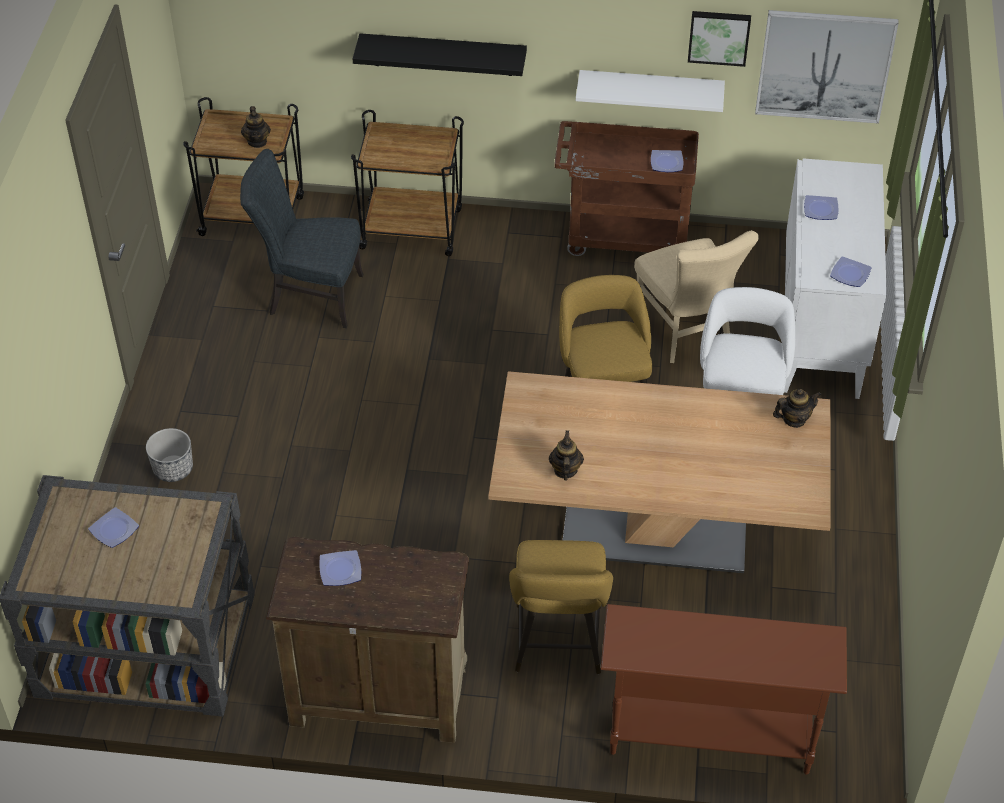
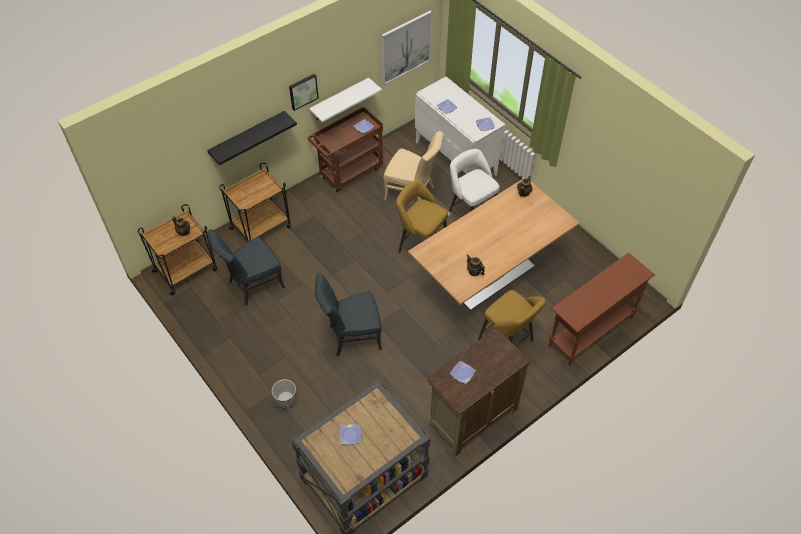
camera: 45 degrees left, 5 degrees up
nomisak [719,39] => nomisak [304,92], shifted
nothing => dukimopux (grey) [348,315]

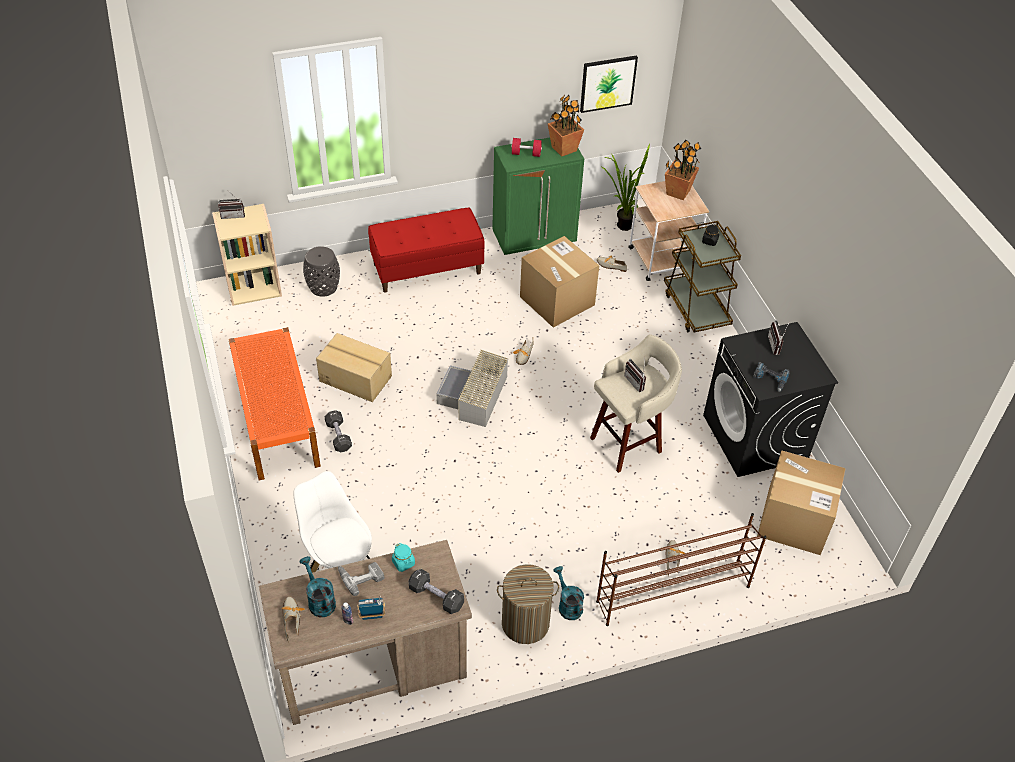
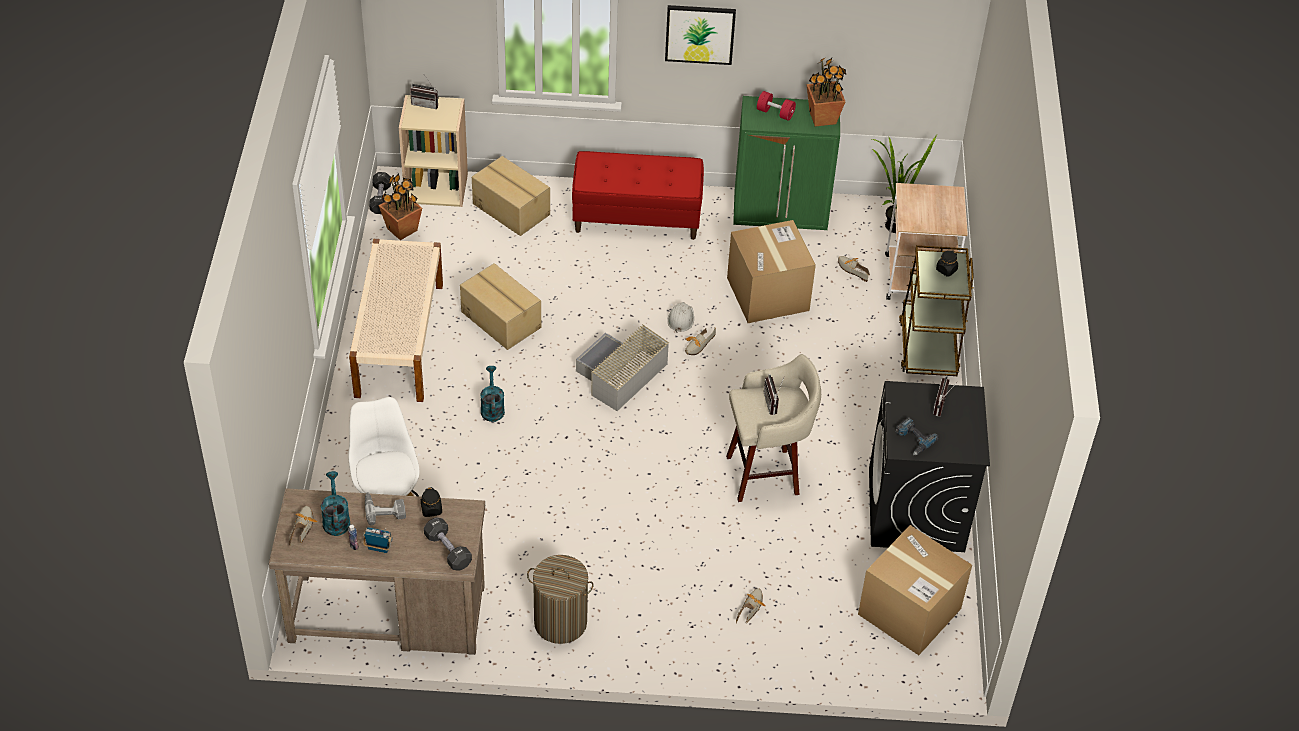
camera: 20 degrees right, 0 degrees up
nomisak [609,84] => nomisak [700,35], shifted
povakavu [683,170] => povakavu [400,206], shifted
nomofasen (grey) [321,271] => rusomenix [511,196]
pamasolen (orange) [274,404] => pamasolen (beige) [396,320]
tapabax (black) [338,431] => tapabax (black) [380,193], shifted
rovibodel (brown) [681,569] => nothing
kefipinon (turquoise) [403,557] => kefipinon (black) [431,502]
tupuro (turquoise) [568,593] => tupuro (turquoise) [493,394], shifted
nothing => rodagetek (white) [680,317]

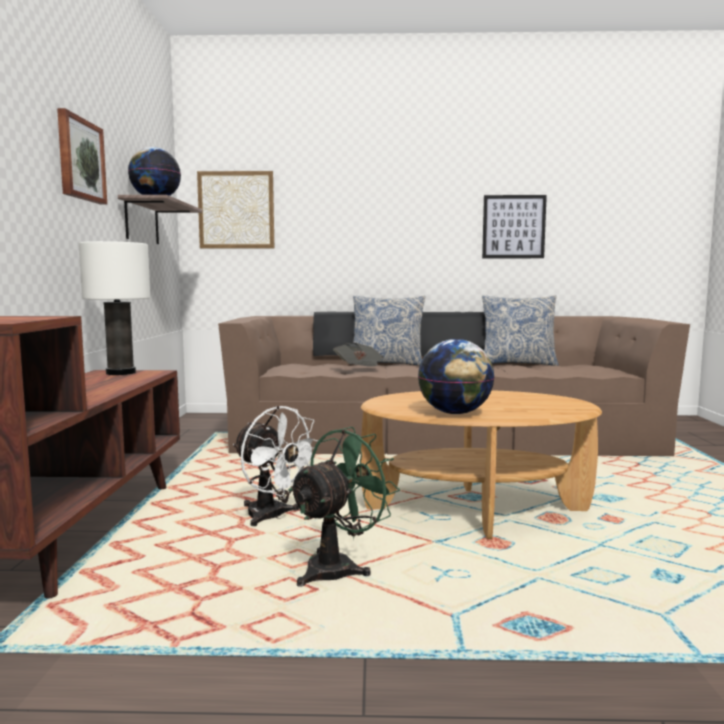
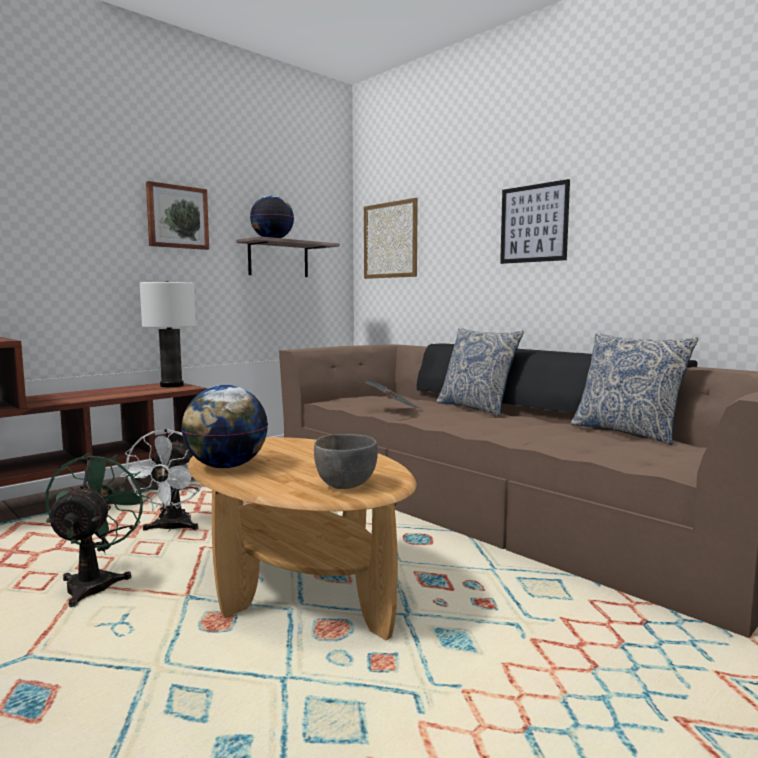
camera: 45 degrees right, 0 degrees up
nomisak [514,226] => nomisak [535,221], shifted
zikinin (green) [344,507] => zikinin (green) [97,530], 90 degrees counterclockwise
nothing => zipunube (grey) [346,461]

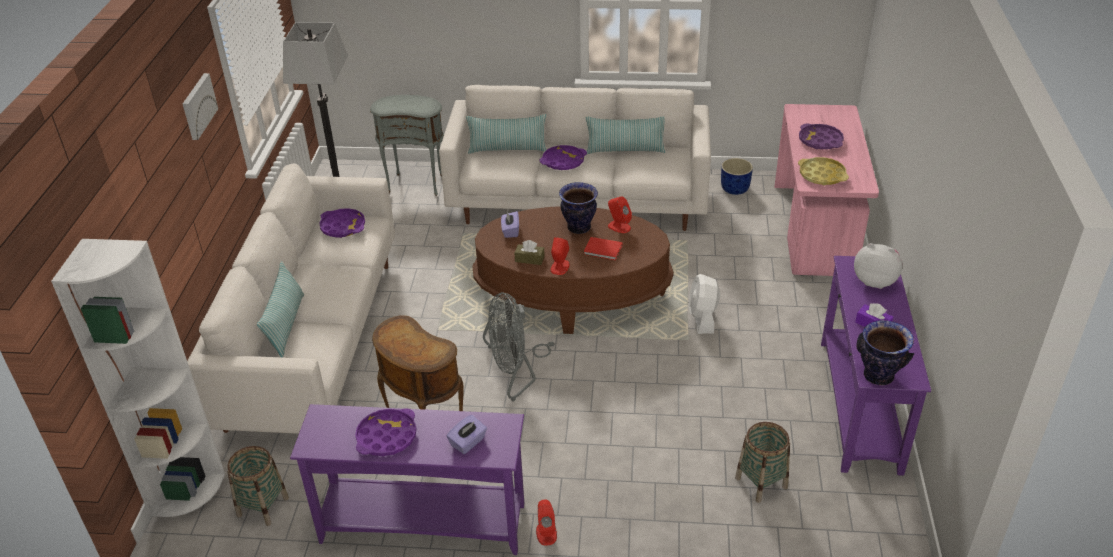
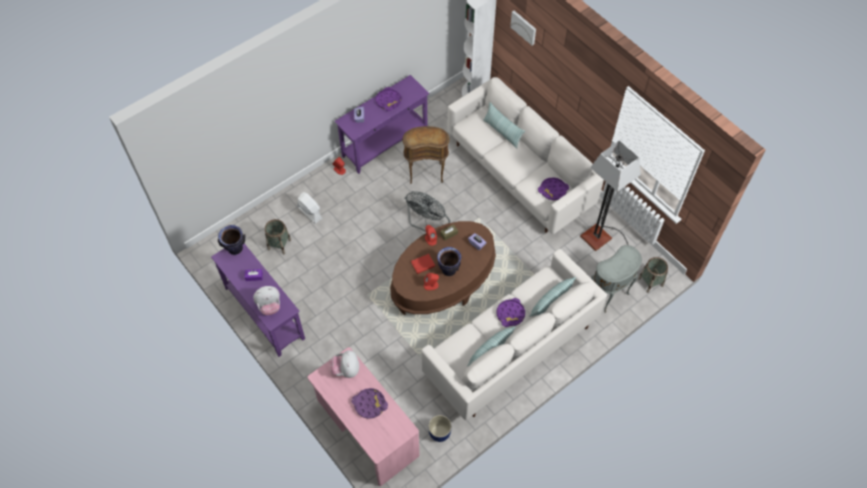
camera: 135 degrees right, 20 degrees up
nomisak [200,106] => nomisak [523,28], shifted
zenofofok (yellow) [823,171] => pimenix [345,364]
zikinin (white) [704,304] => zikinin (white) [309,208], shifted
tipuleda [258,486] => tipuleda [653,275], shifted

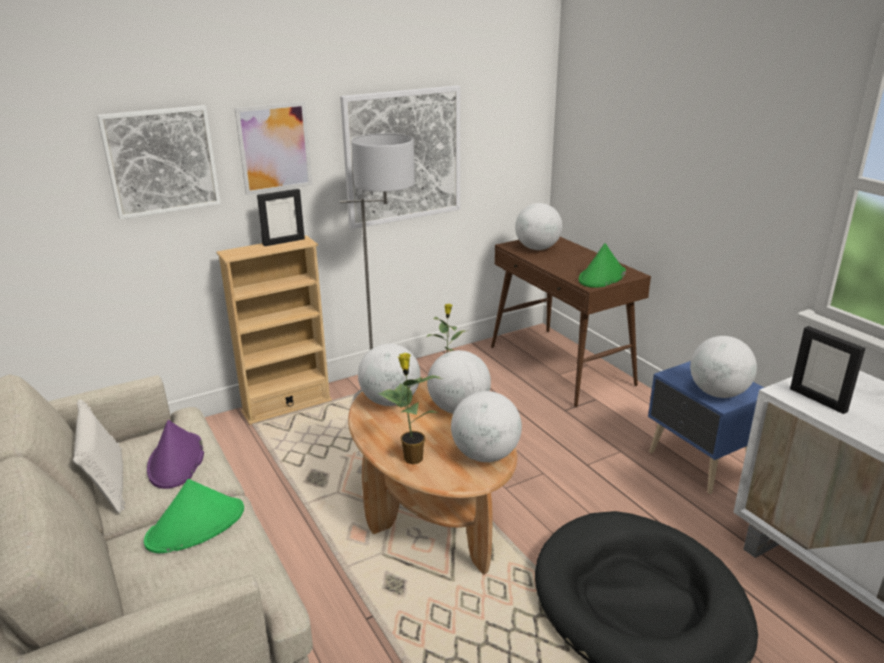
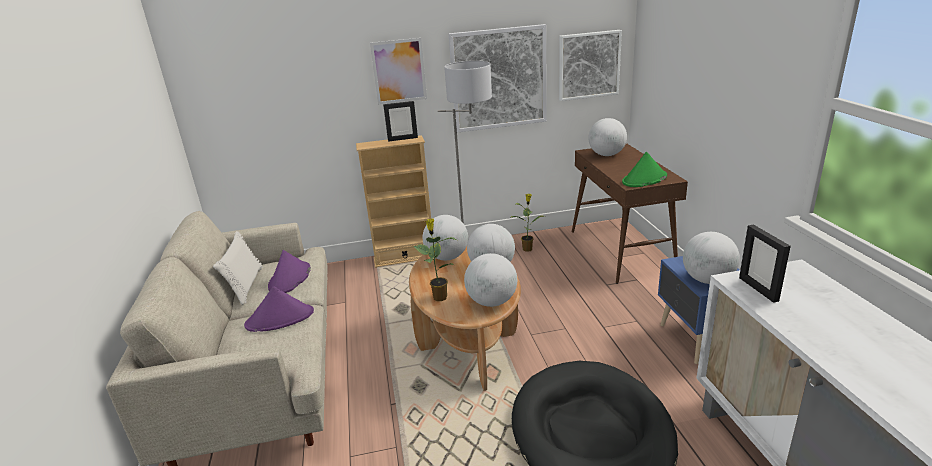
camera: 20 degrees right, 0 degrees up
nomisak [159,162] => nomisak [590,65], shifted
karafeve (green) [194,516] => karafeve (purple) [279,309]

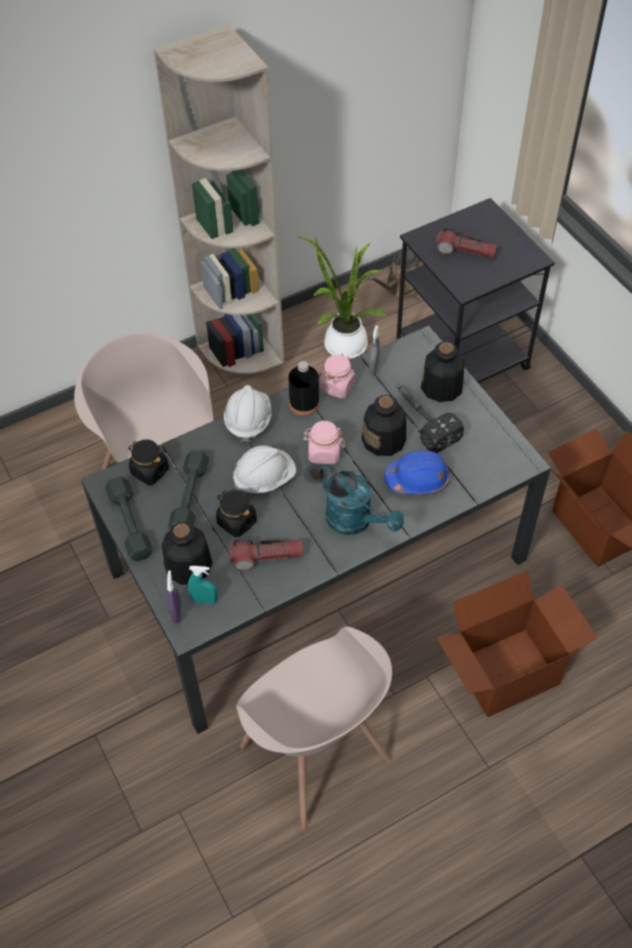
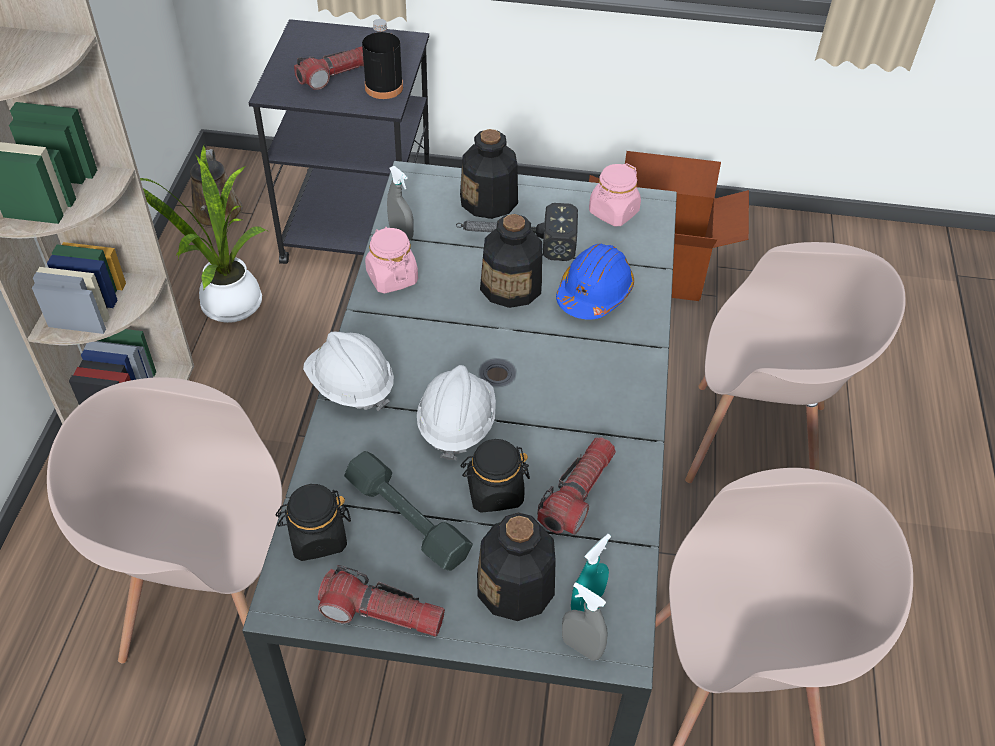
camera: 55 degrees left, 5 degrees down
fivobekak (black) [304,388] => fivobekak (black) [382,59], shifted
kefipinon (pink) [324,442] => kefipinon (pink) [615,194], shifted
tupuro (turquoise) [361,500] => nothing
tapabax (grey) [129,518] => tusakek [381,601]
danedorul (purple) [174,596] => danedorul (grey) [585,621]
rusomenix [517,643] => dukimopux (beige) [795,362]

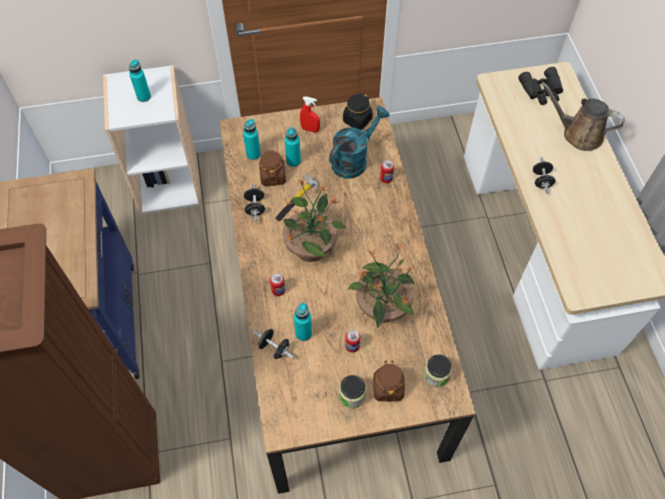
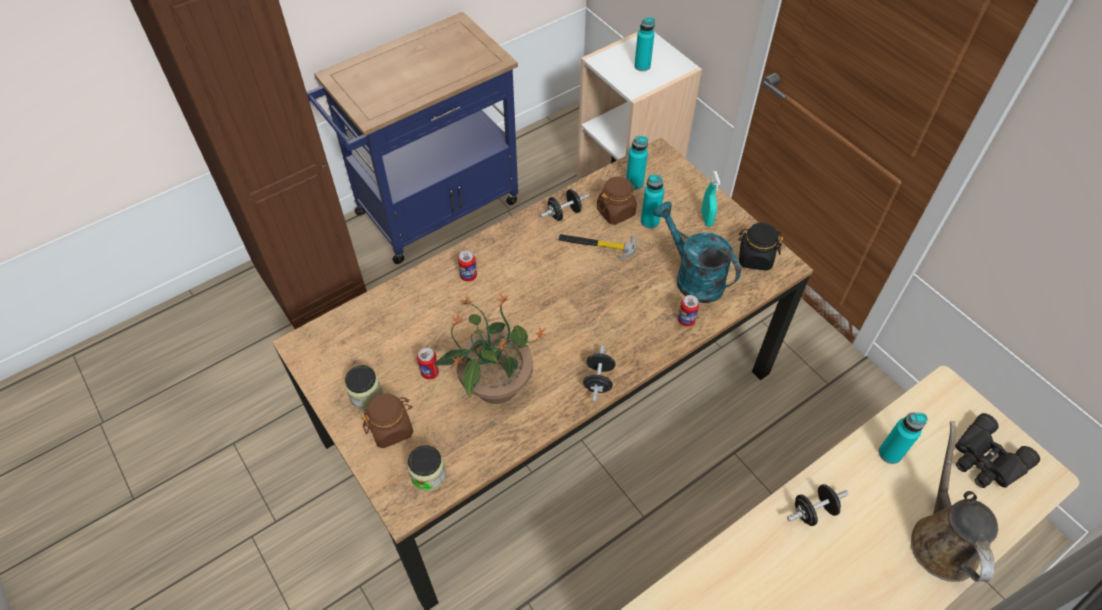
camera: 65 degrees right, 5 degrees down
danedorul (red) [310,114] => danedorul (turquoise) [710,199]
tupuro (turquoise) [359,142] => tupuro (turquoise) [697,252], 150 degrees counterclockwise
povakavu [314,220] => nothing
fivobekak (turquoise) [303,322] => fivobekak (turquoise) [903,438], shifted
tapabax (black) [273,344] => tapabax (black) [599,374], shifted

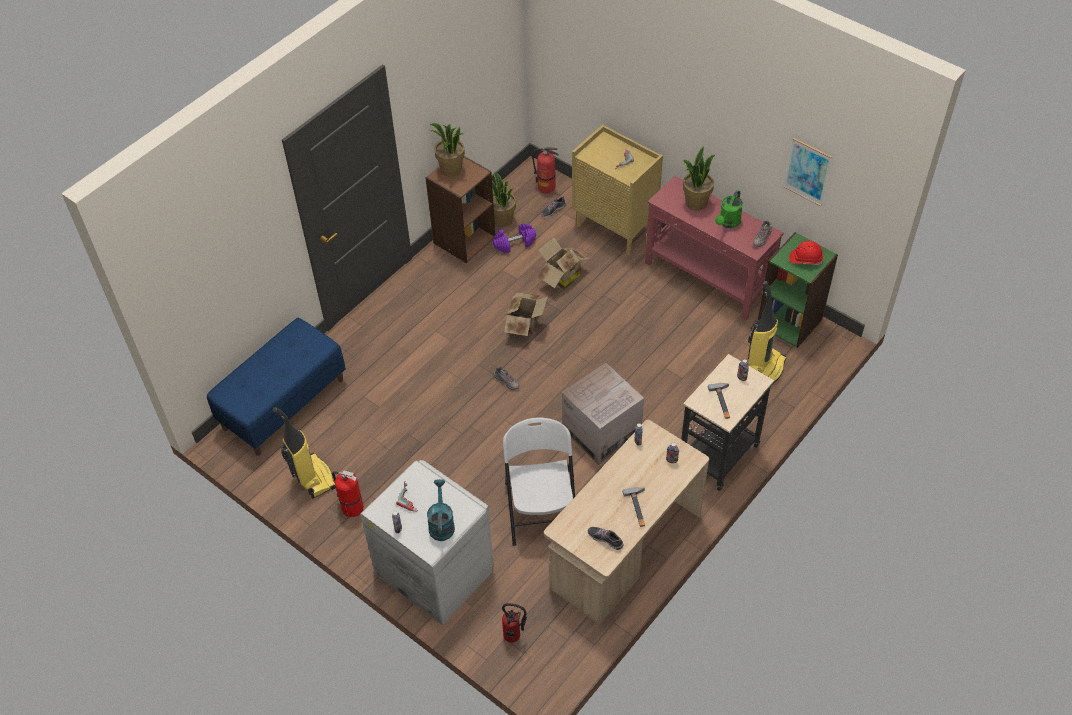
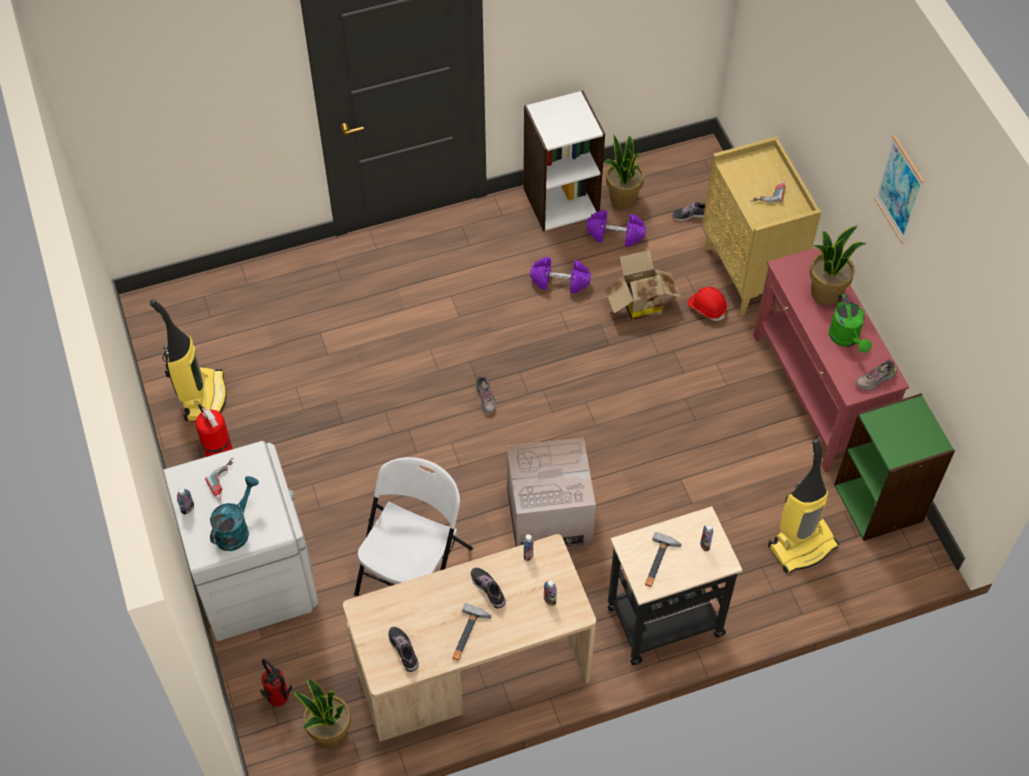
camera: 30 degrees right, 5 degrees up
povakavu [447,150] => povakavu [322,713], shifted
nomisak [808,172] => nomisak [899,189], shifted
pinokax [545,170] => nothing
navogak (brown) [460,209] => navogak (white) [564,160]
tupuro (green) [729,209] => tupuro (green) [850,323], 75 degrees counterclockwise
rodagetek (red) [806,253] => rodagetek (red) [707,304], shifted
rusomenix [526,314] => nothing
pamasolen (blue) [276,387] => nothing
nothing => tapabax (purple) [560,275]
nothing => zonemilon [488,587]

